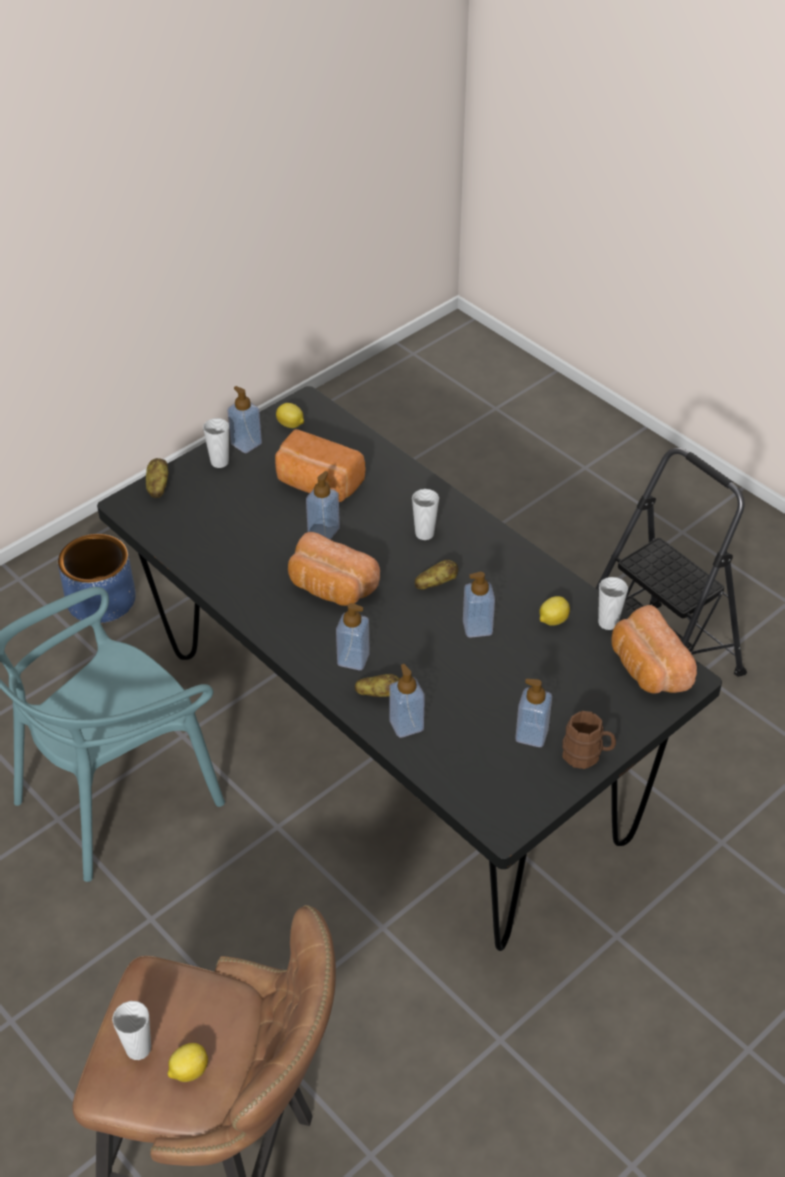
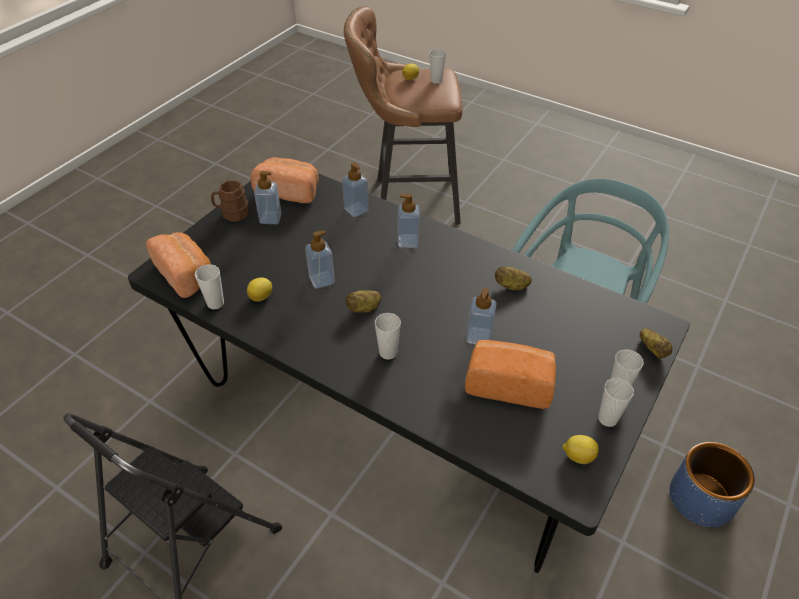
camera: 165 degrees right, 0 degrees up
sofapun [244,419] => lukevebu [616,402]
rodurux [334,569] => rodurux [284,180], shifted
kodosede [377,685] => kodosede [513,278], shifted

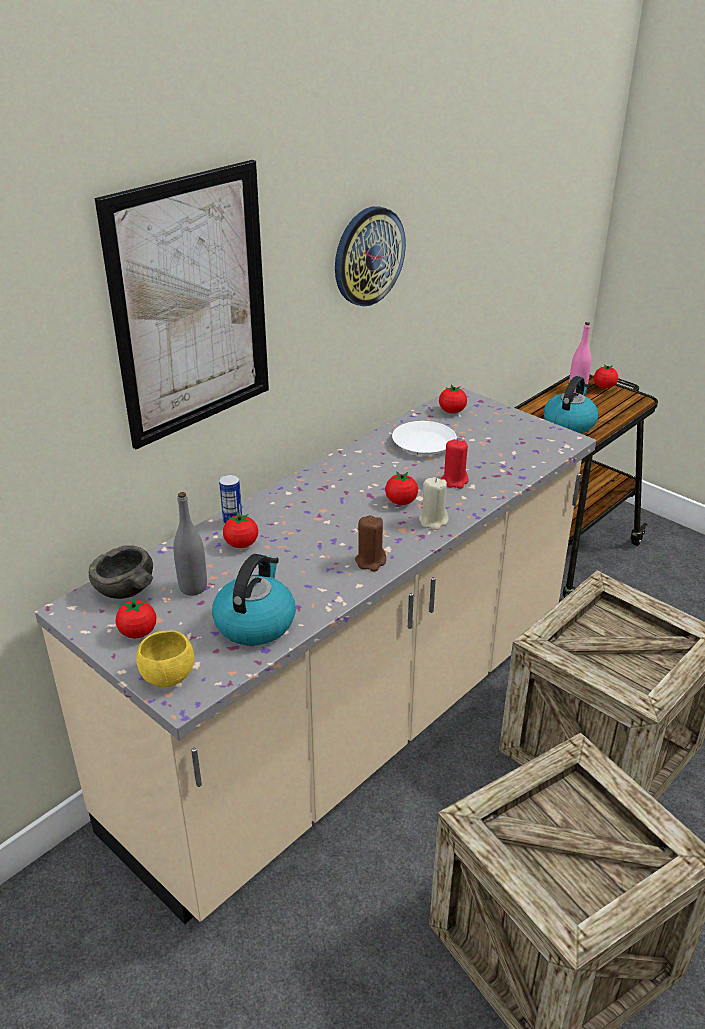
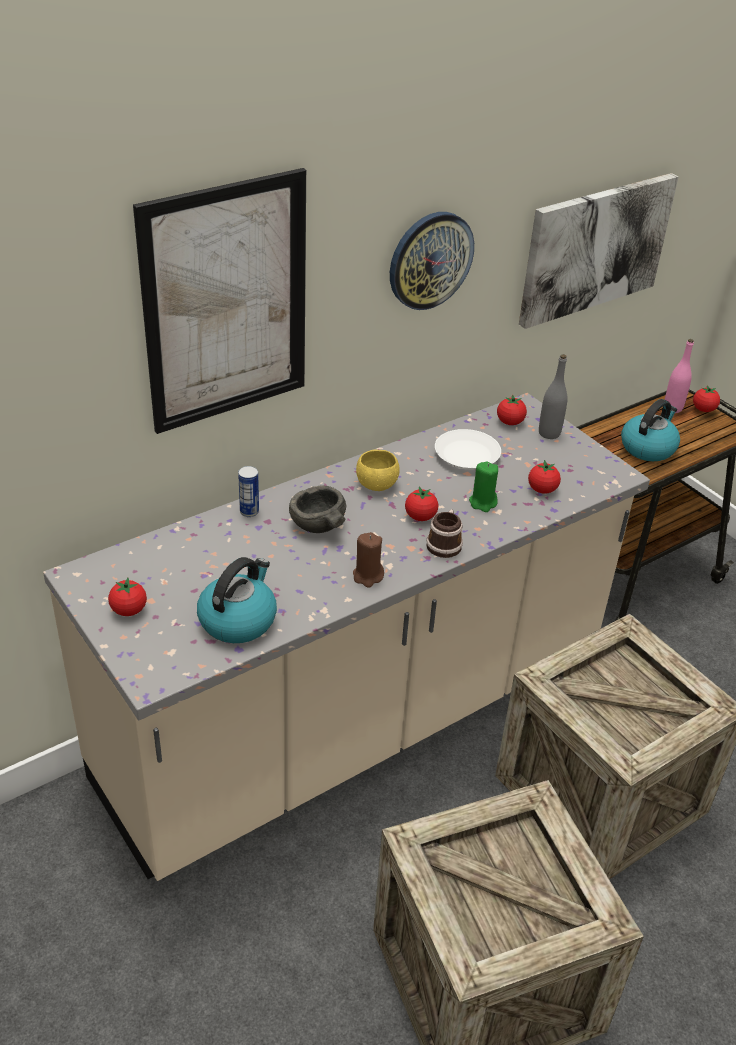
camera: 10 degrees right, 5 degrees up
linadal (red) [455,464] => linadal (green) [483,486]
linadal (beige) [434,503] => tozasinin [444,533]
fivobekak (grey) [190,544] => fivobekak (grey) [553,396], shifted
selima [240,530] => selima [544,477], shifted
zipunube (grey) [121,572] => zipunube (grey) [317,509], shifted
zipunube (yellow) [165,658] => zipunube (yellow) [378,470], shifted
nothing => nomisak [598,251]

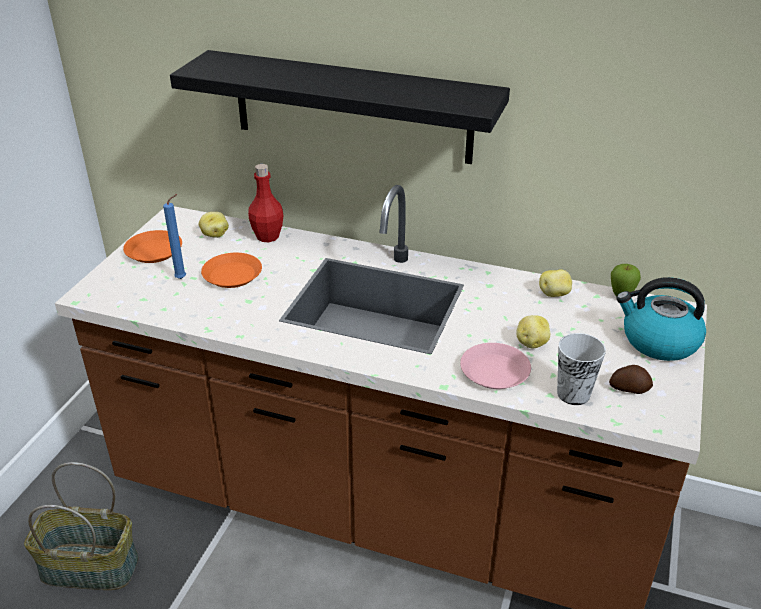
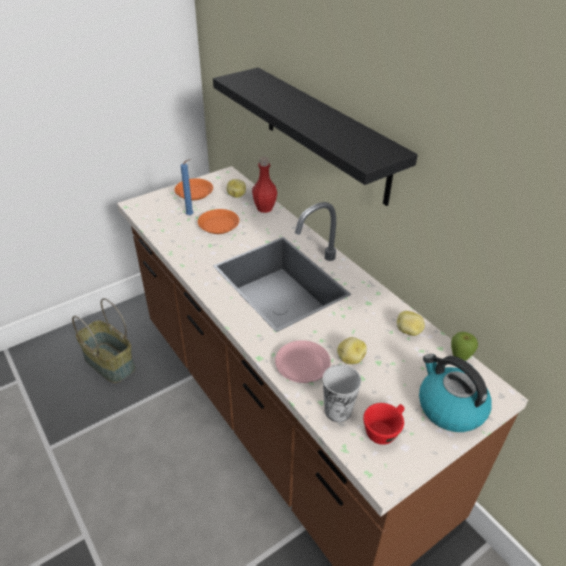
camera: 35 degrees right, 5 degrees up
kodosede [631,379] => lukevebu (red) [384,424]

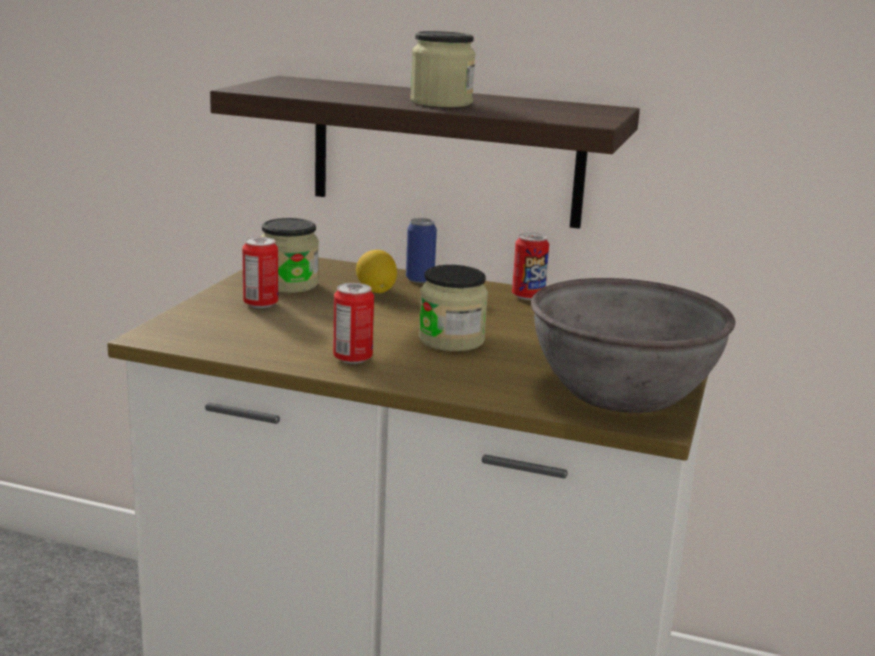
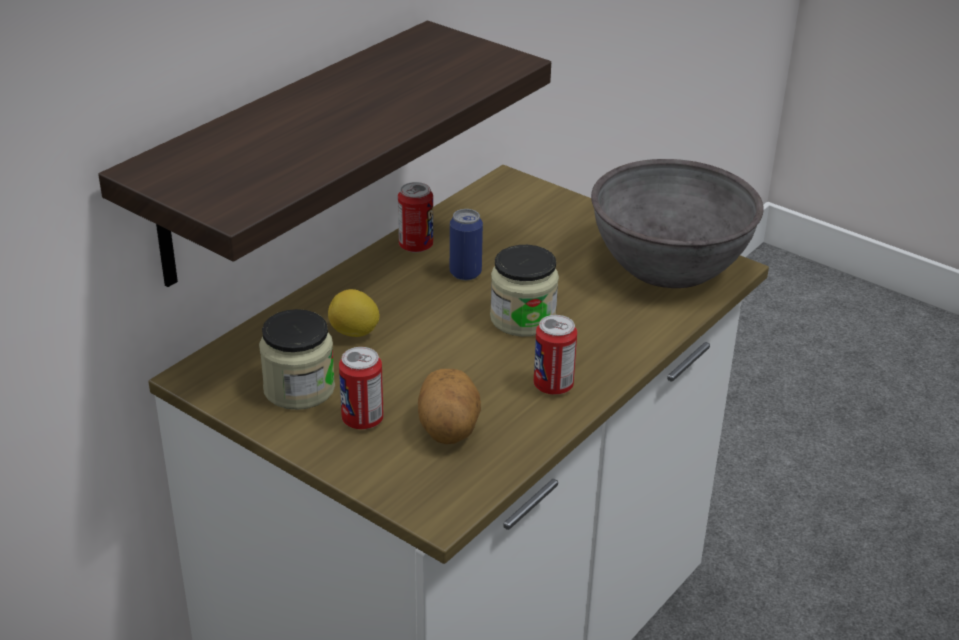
camera: 70 degrees left, 15 degrees up
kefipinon [442,69] => nothing
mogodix [421,250] => mogodix [466,244], shifted
nothing => kodosede [449,406]

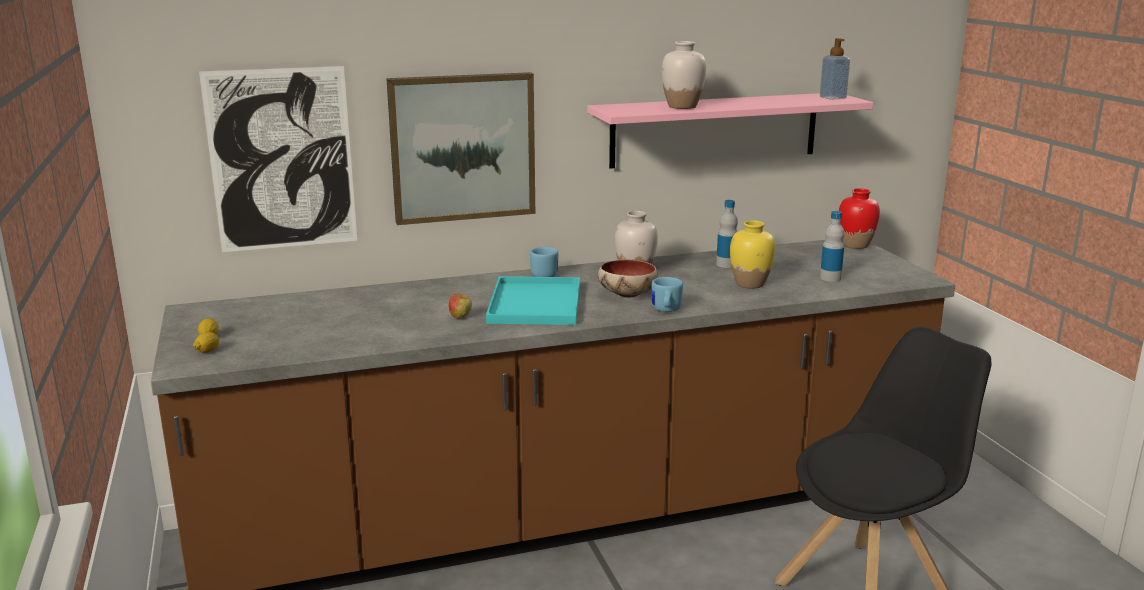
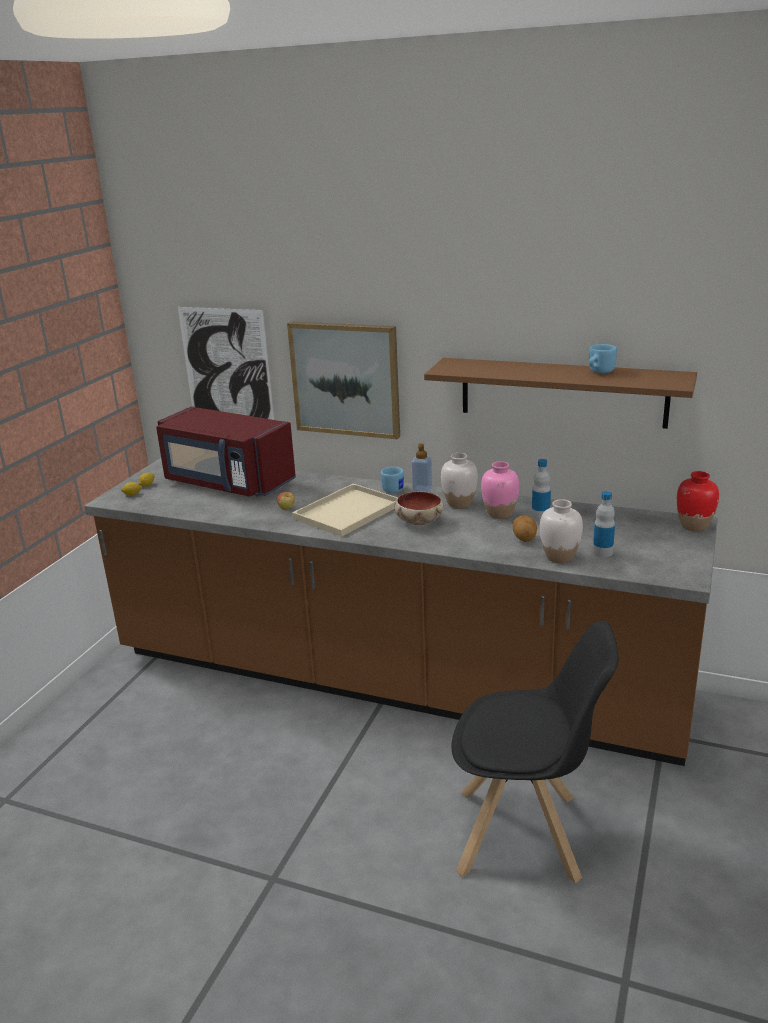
camera: 40 degrees right, 5 degrees up
sofapun [835,69] => sofapun [422,467], shifted
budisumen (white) [684,75] => budisumen (white) [561,531], shifted
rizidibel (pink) [730,131] => rizidibel (brown) [560,393]
budisumen (yellow) [752,254] => kodosede [525,529]
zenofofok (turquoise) [533,300] => zenofofok (beige) [345,510]
tozasinin (blue) [667,294] => tozasinin (blue) [603,358], shifted
nothing => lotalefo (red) [226,452]
nothing => budisumen (pink) [500,490]

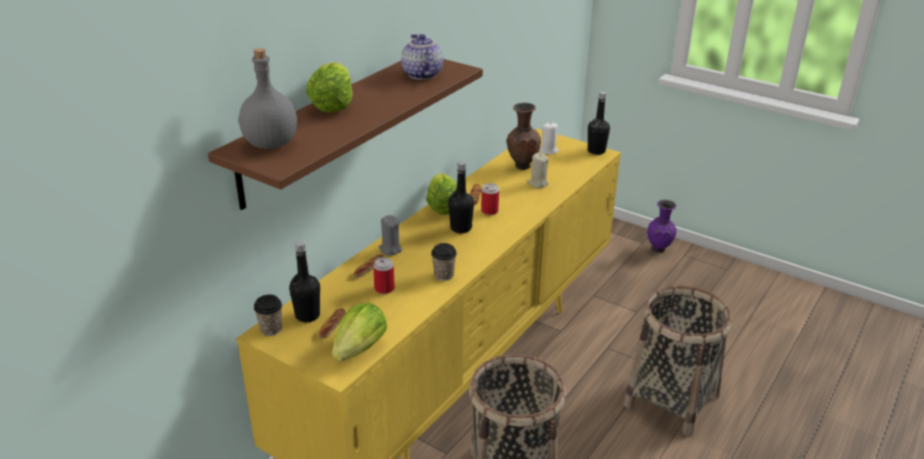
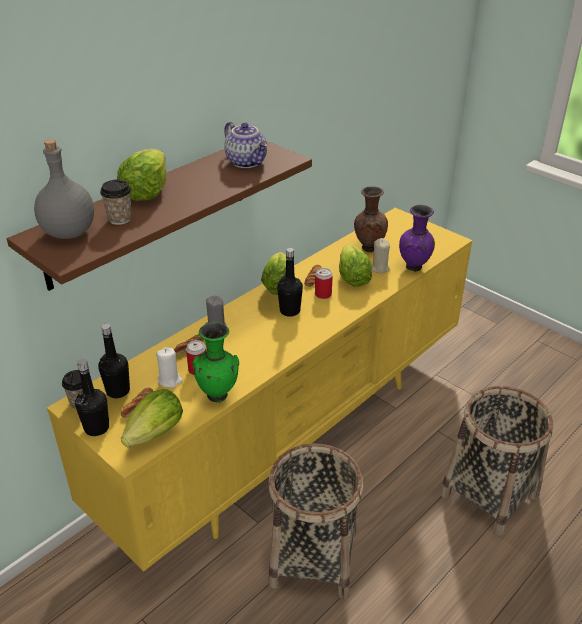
camera: 10 degrees right, 5 degrees up
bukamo [422,57] => bukamo [246,145], 150 degrees clockwise
fivobekak (black) [599,123] => fivobekak (black) [92,397], shifted
linadal (white) [549,138] => linadal (white) [169,367], shifted
budisumen (purple) [662,226] => budisumen (purple) [417,238], shifted
lukevebu [444,262] => lukevebu [116,202], shifted
nothing => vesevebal [355,266]
nothing => budisumen (green) [216,362]

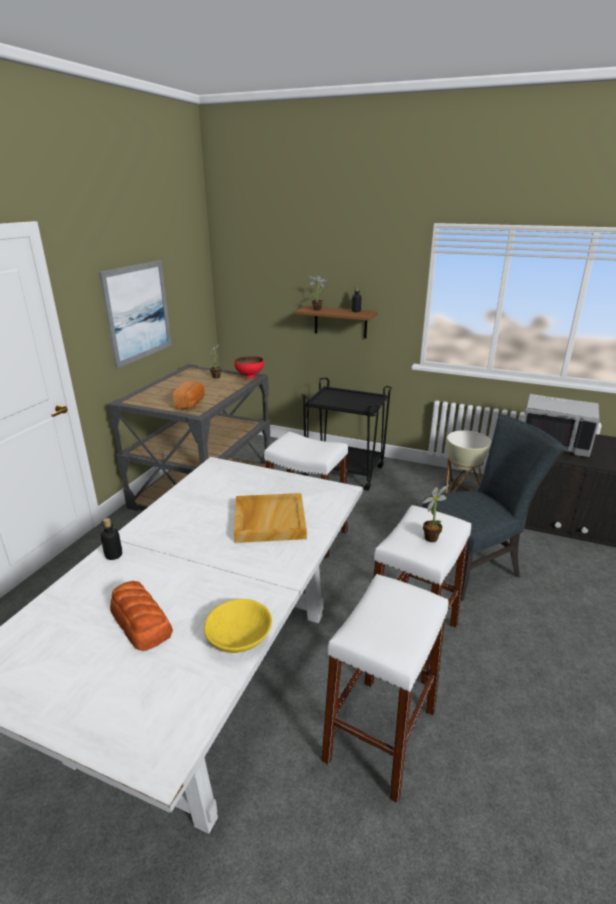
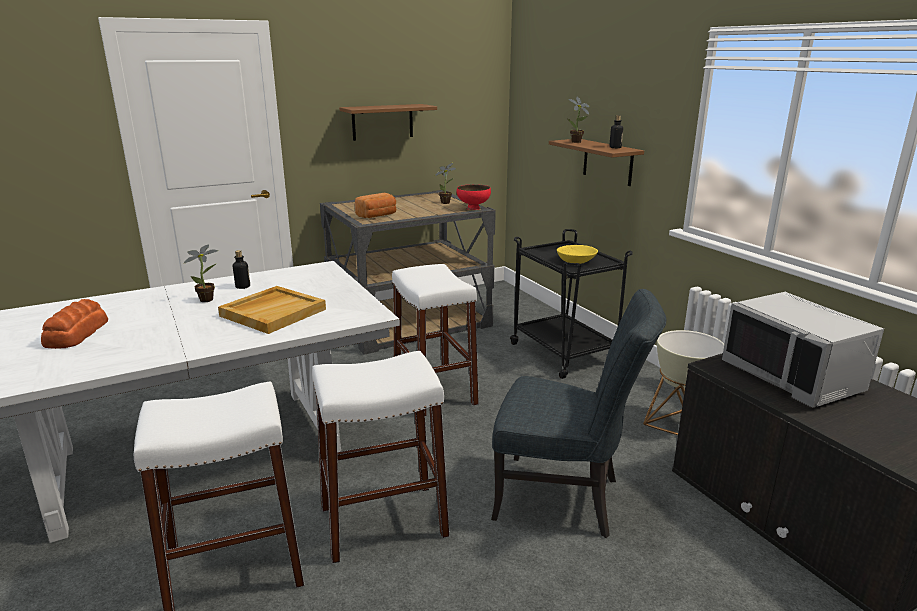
camera: 40 degrees right, 5 degrees down
nomisak [135,314] => rizidibel (brown) [388,122]
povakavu [435,513] => povakavu [200,273], shifted
fivobekak [111,539] => fivobekak [241,269], shifted
zipunube (yellow) [238,626] => zipunube (yellow) [577,254], shifted

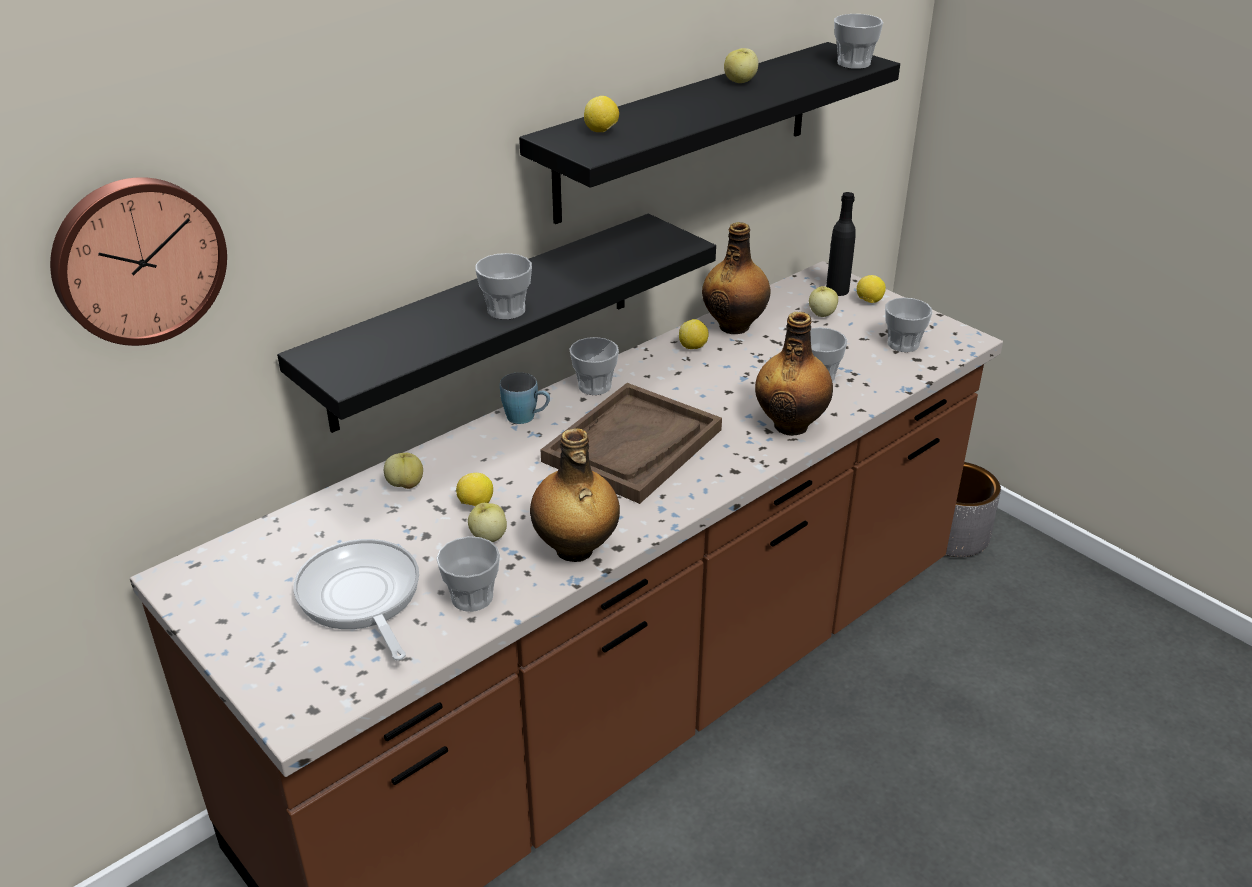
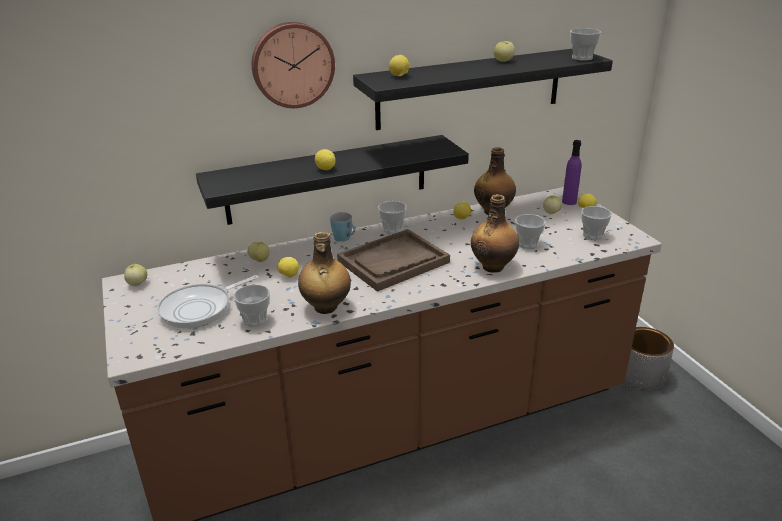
camera: 20 degrees right, 5 degrees down
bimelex [138,261] => bimelex [293,65], shifted
fivobekak (black) [841,244] => fivobekak (purple) [571,172]
lukevebu [503,286] => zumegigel [325,159]
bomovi [487,522] => bomovi [135,275], shifted
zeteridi [356,599] => zeteridi [208,302], 120 degrees counterclockwise

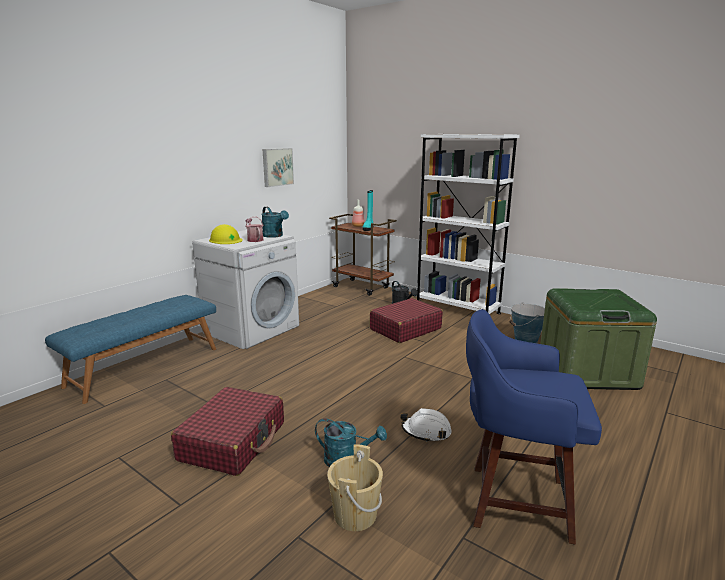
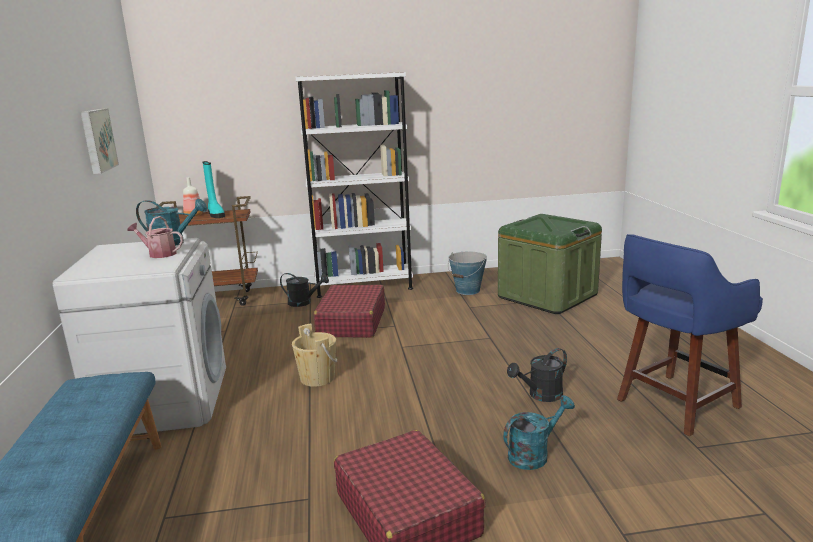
camera: 45 degrees left, 0 degrees up
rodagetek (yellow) [226,234] => nothing
rodagetek (white) [426,425] => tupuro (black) [537,375]
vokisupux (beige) [355,487] => vokisupux (beige) [314,355], shifted

